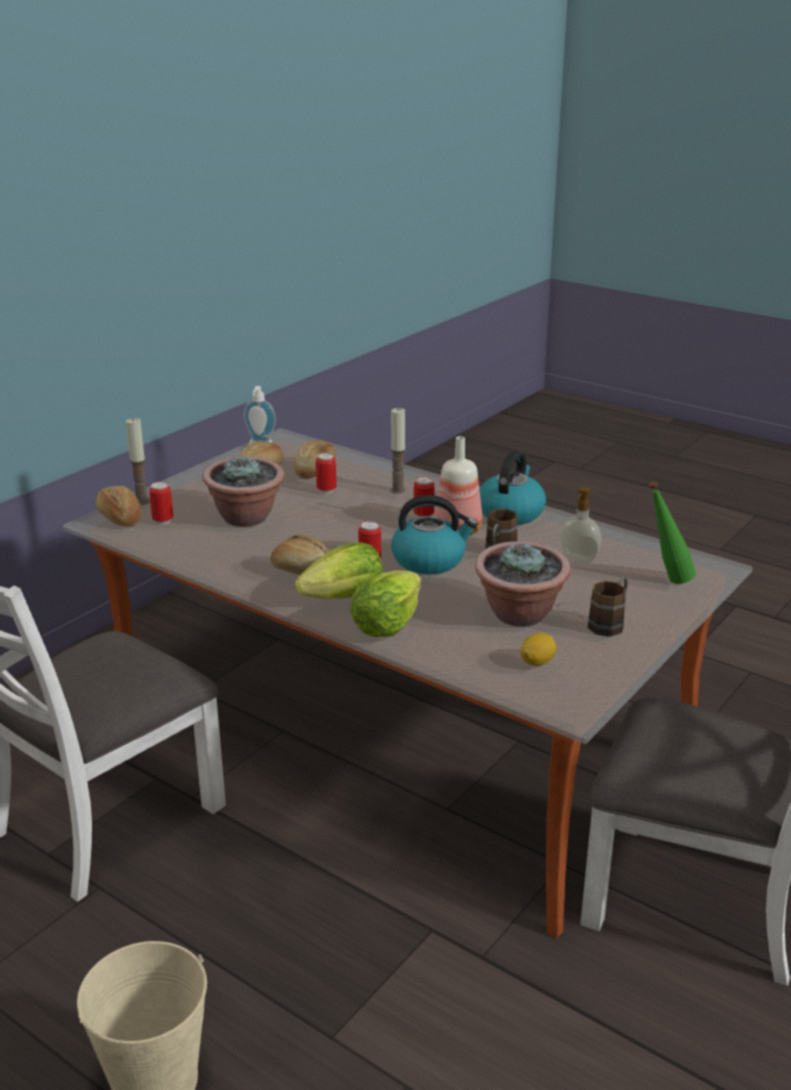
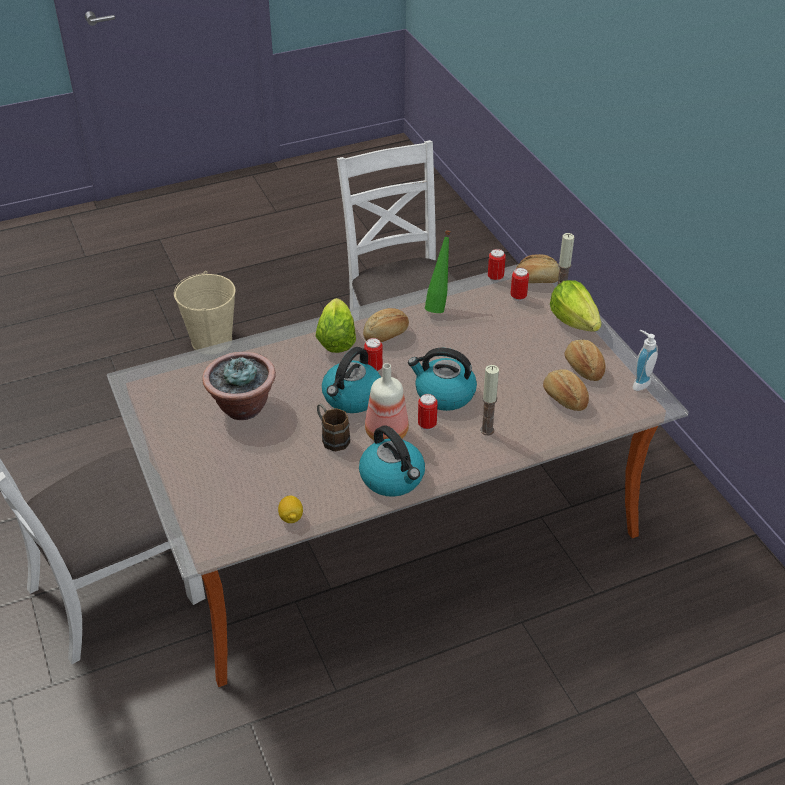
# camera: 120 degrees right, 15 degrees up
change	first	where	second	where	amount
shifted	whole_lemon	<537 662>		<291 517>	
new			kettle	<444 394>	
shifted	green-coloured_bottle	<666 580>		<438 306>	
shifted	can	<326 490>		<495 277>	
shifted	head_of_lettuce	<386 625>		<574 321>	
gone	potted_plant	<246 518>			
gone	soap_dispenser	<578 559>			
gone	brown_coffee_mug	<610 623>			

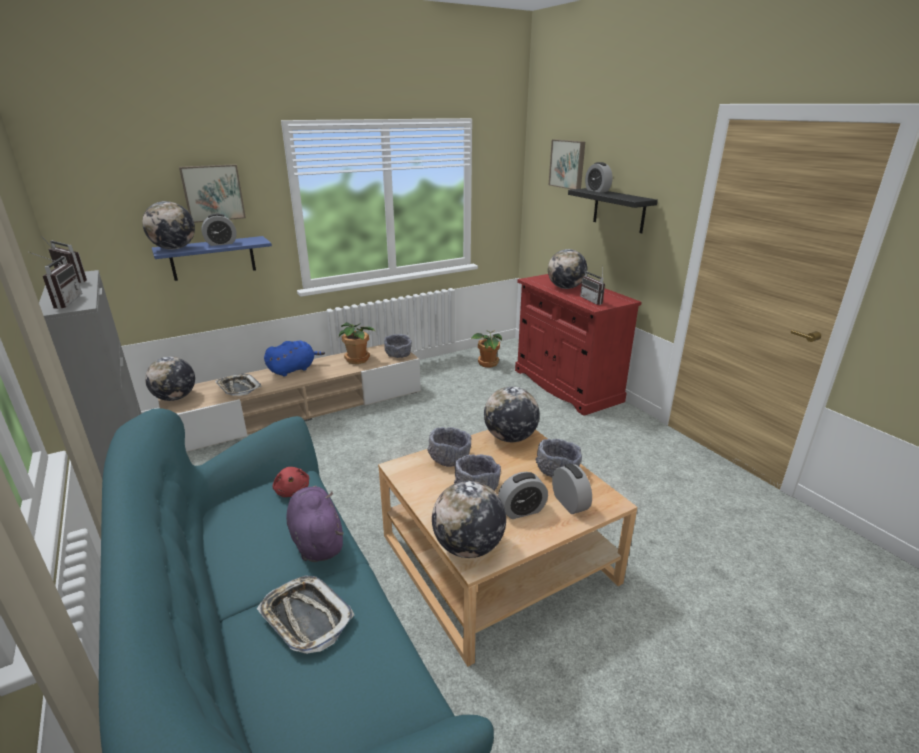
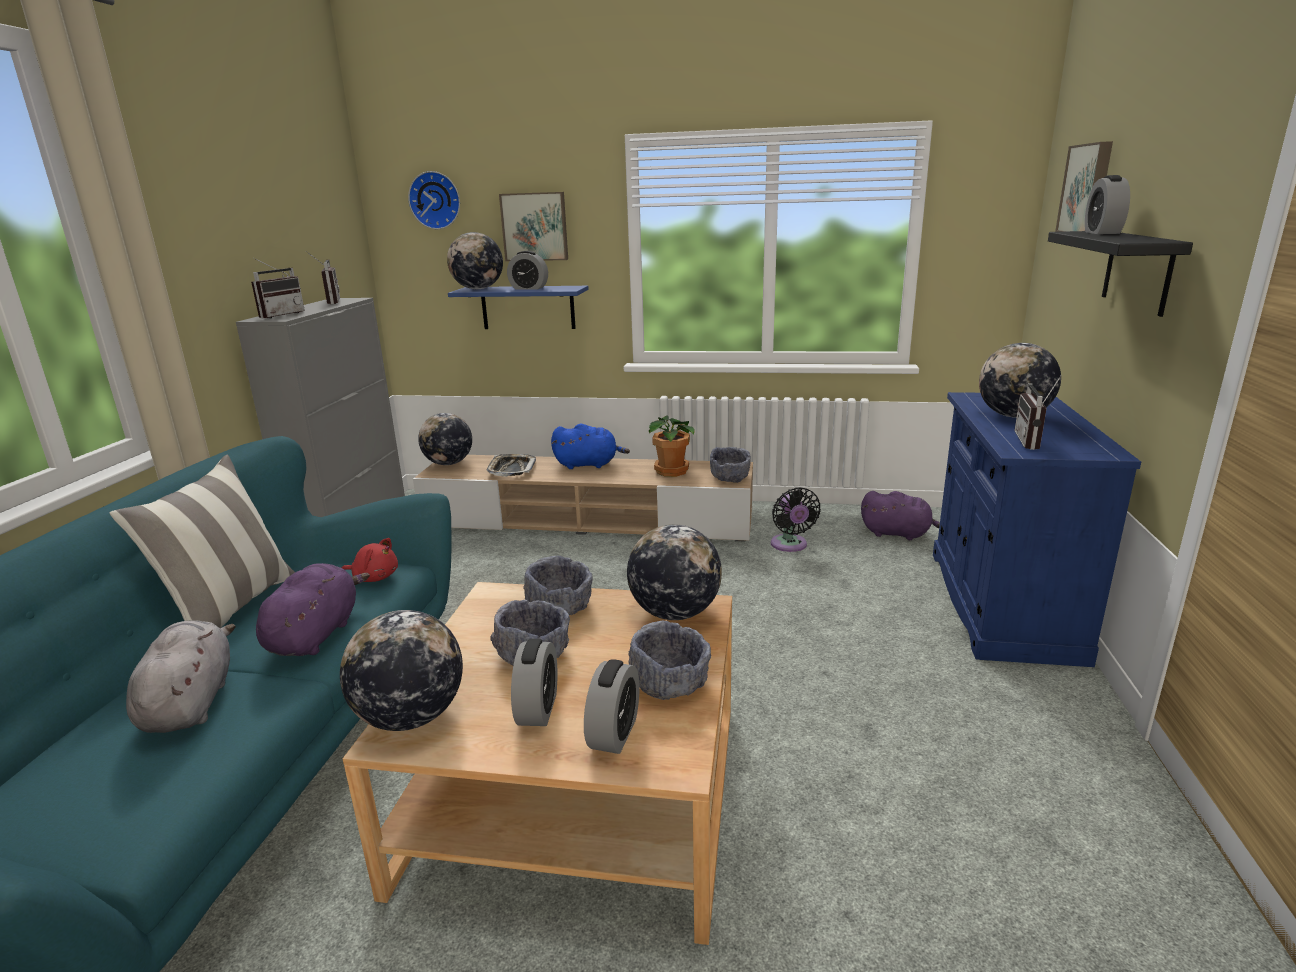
# camera: 40 degrees right, 5 degrees down
change	first	where	second	where	amount
new			cushion	<231 609>	
swapped	serving_tray	<305 618>	greyish_cuddly_toy	<191 703>	
rotated	reddish_cuddly_toy	<292 490>		<374 577>	90 degrees counterclockwise
new			hanging_clock	<436 200>	
rotated	bedside_clock	<521 510>		<538 709>	105 degrees counterclockwise
new			black_cooling_fan	<790 545>	
swapped	potted_plant	<488 364>	purplish_cuddly_toy	<898 534>	
repainted	reddish_cupboard	<566 385>	bluish_cupboard	<1001 603>	

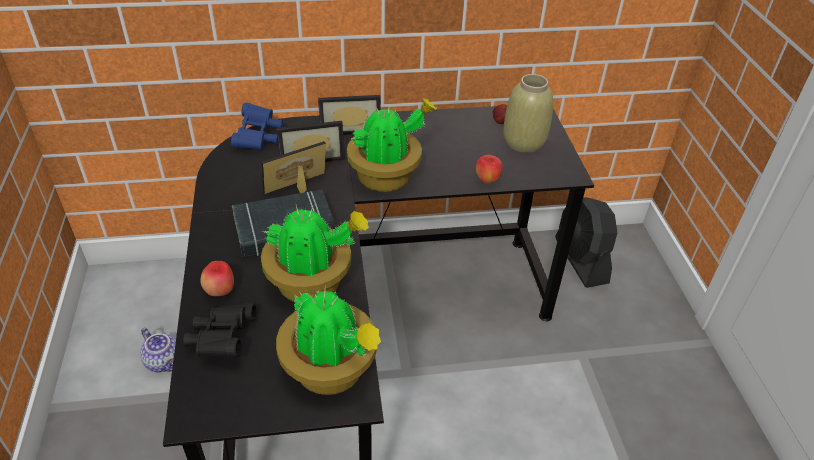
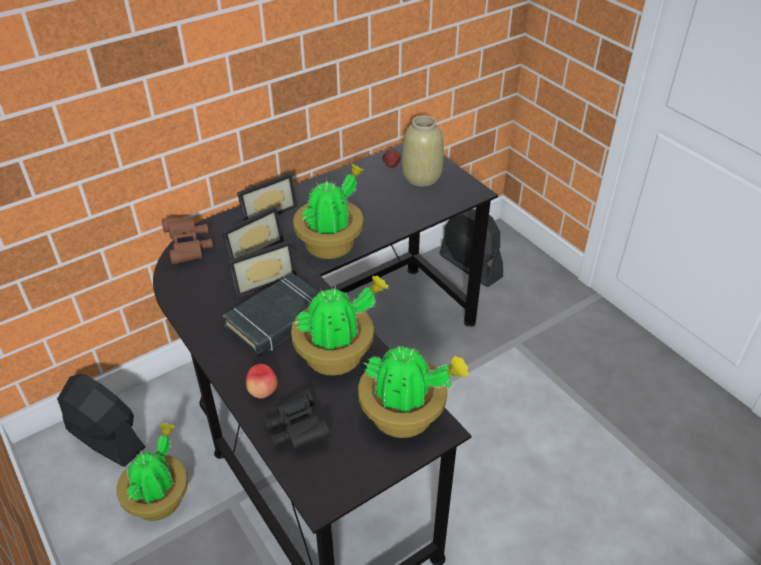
# camera: 25 degrees left, 0 degrees up
change	first	where	second	where	amount
new			black_cooling_fan	<105 438>	
swapped	teapot	<164 361>	potted_plant	<160 498>	
repainted	bluish_field_glasses	<258 137>	brown_field_glasses	<189 247>	
rotated	photo_frame	<299 188>		<263 280>	150 degrees counterclockwise
gone	whole_apple	<487 180>			

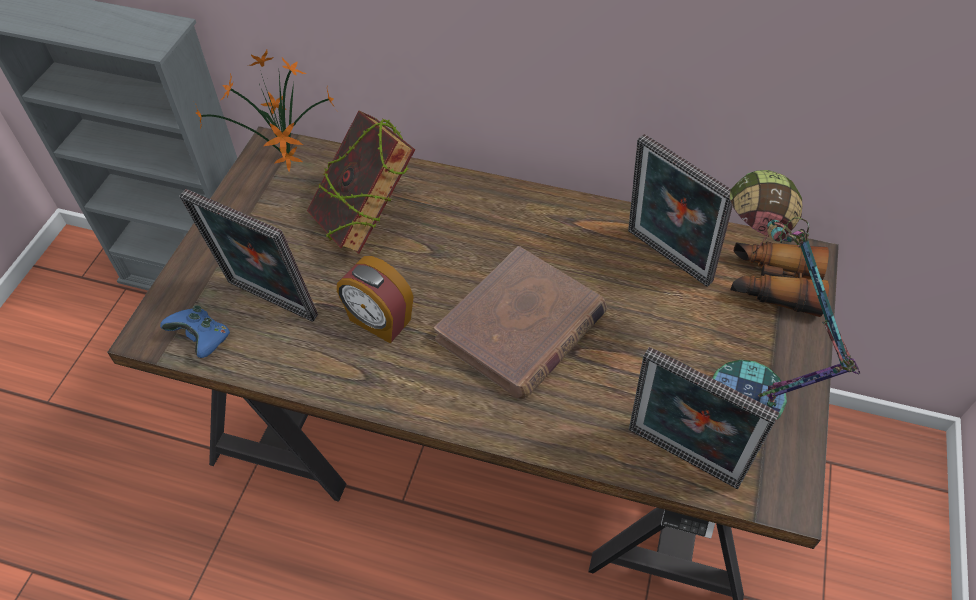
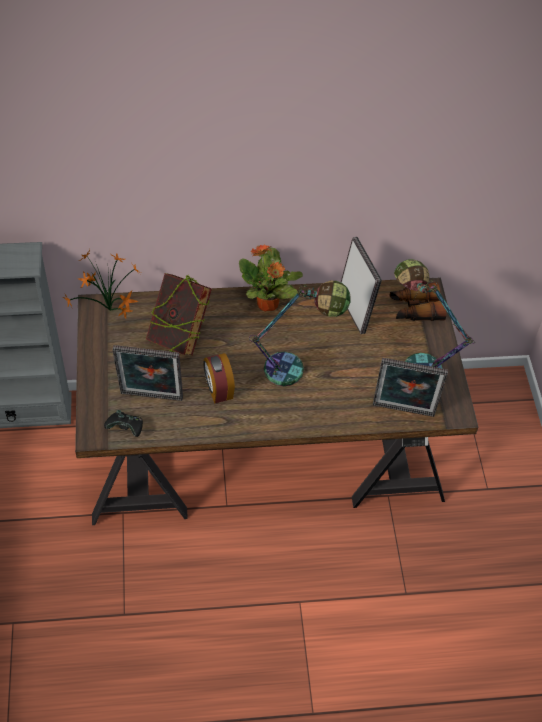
# camera: 25 degrees left, 0 degrees up
change	first	where	second	where	amount
repainted	bluish_gamepad	<202 340>	black_gamepad	<126 428>	
rotated	bedside_clock	<379 321>		<218 389>	60 degrees clockwise
new			potted_plant	<268 304>	
swapped	brown_book	<521 327>	tabletop_lamp	<296 370>	
rotated	photo_frame	<665 259>		<355 311>	135 degrees counterclockwise

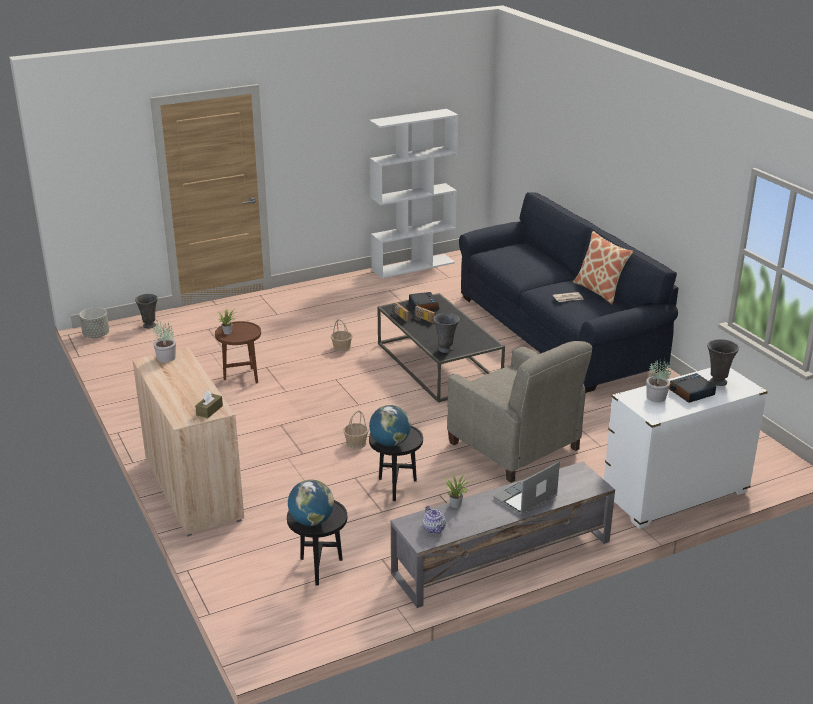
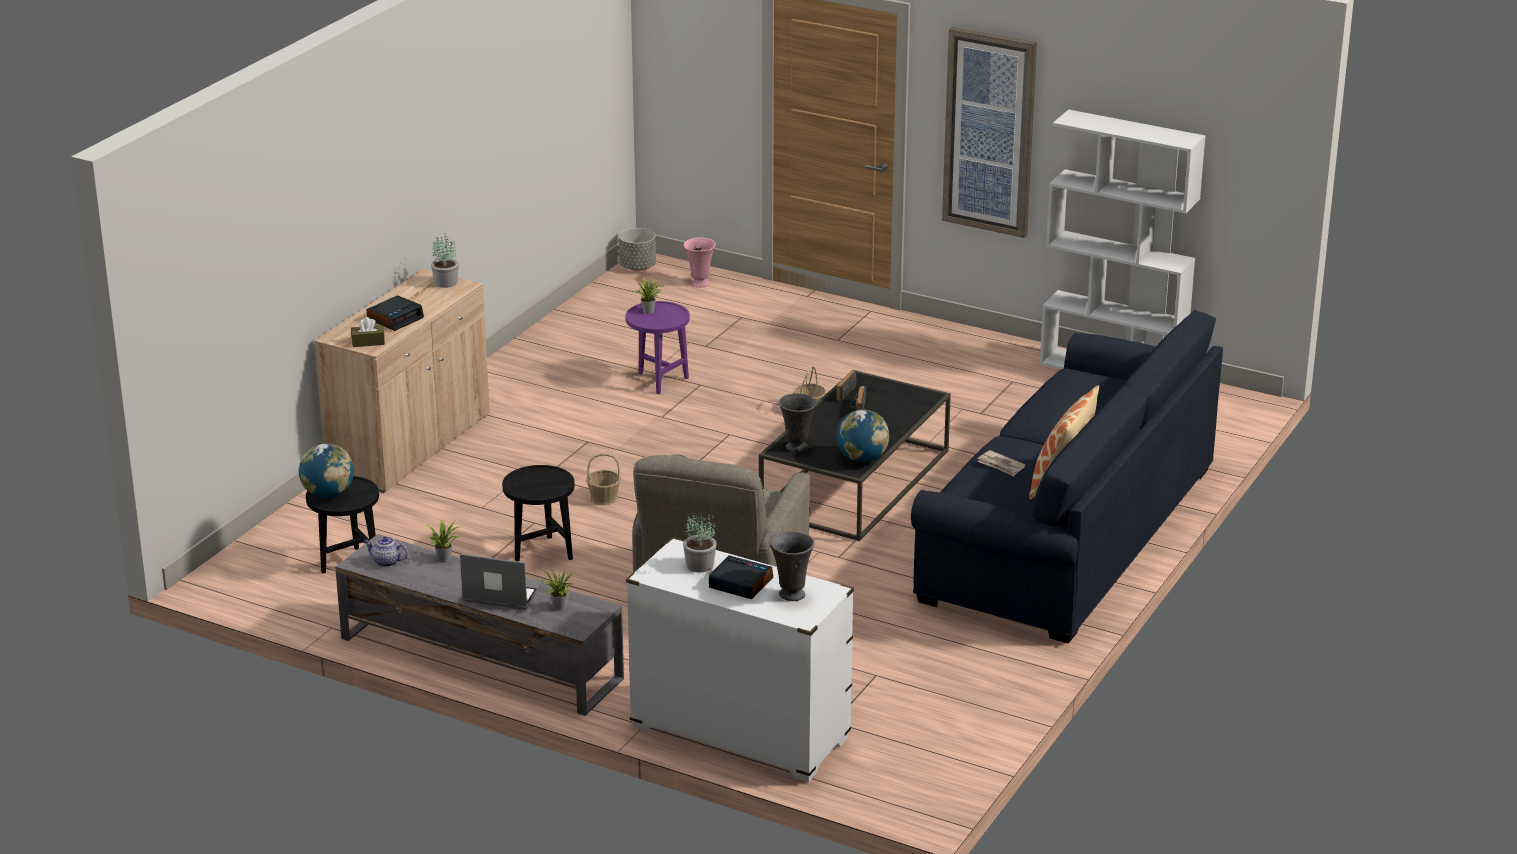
# camera: 55 degrees right, 0 degrees up
change	first	where	second	where	amount
rotated	teapot	<434 529>		<386 562>	75 degrees clockwise
shifted	bedside_clock	<423 306>		<395 318>	
new			potted_plant	<559 607>	
repainted	brown_accent_table	<241 377>	purplish_accent_table	<658 380>	
repainted	greyish_decorative_vase	<149 326>	pinkish_decorative_vase	<700 284>	
shifted	desk_globe	<390 443>		<862 459>	
new			wall_picture	<989 132>	

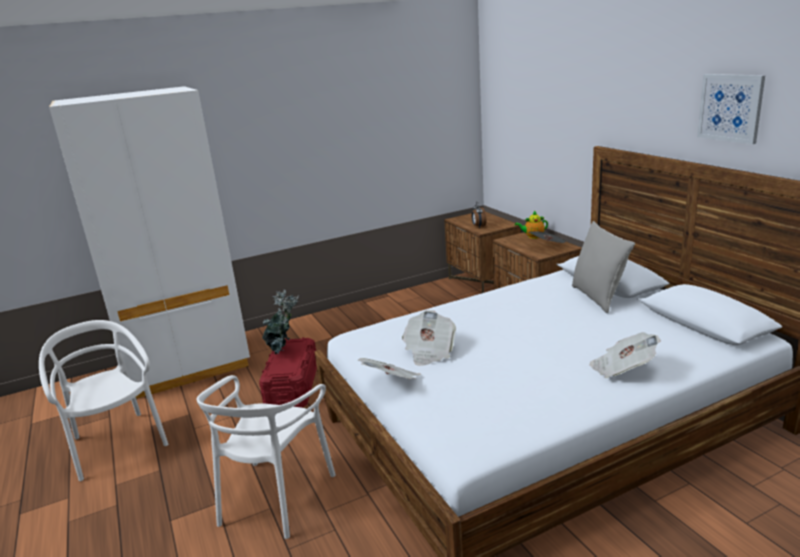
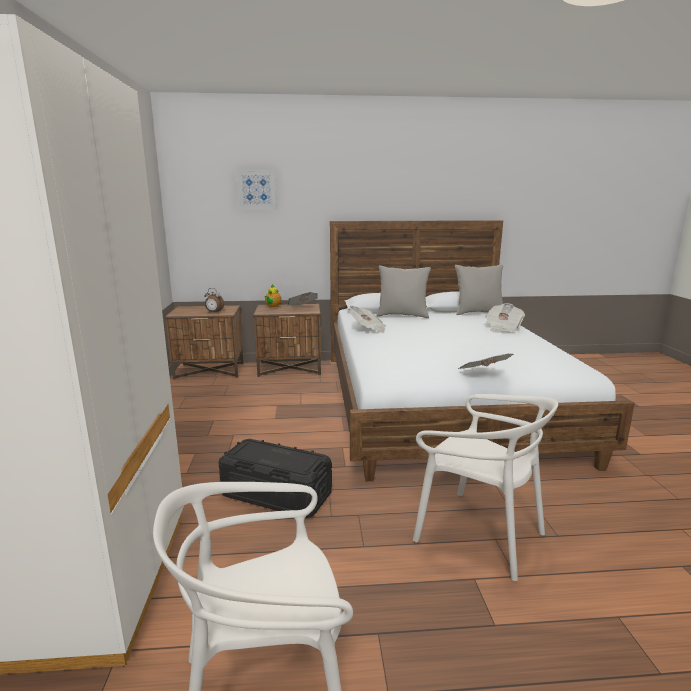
# camera: 70 degrees left, 5 degrees down
change	first	where	second	where	amount
repainted	reddish_storage_bin	<293 387>	black_storage_bin	<276 494>	
shifted	wall_picture	<730 107>		<256 189>	
shifted	daily_paper	<429 351>		<368 329>	
new			greyish_cushion	<478 313>	
gone	potted_plant	<283 352>			

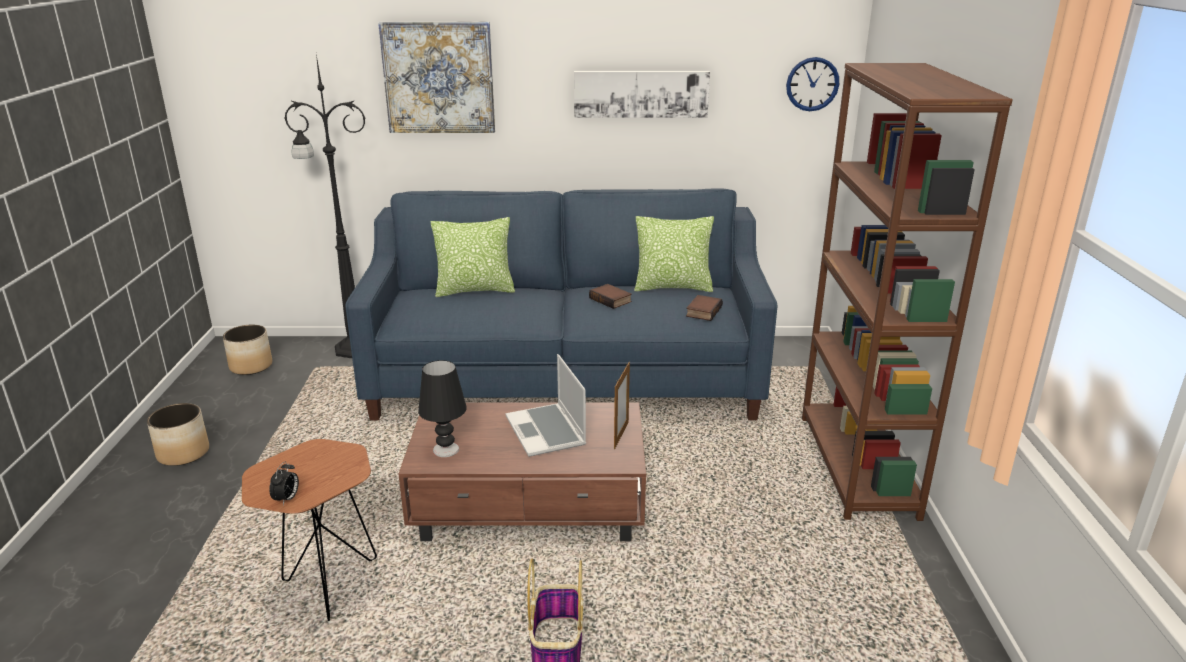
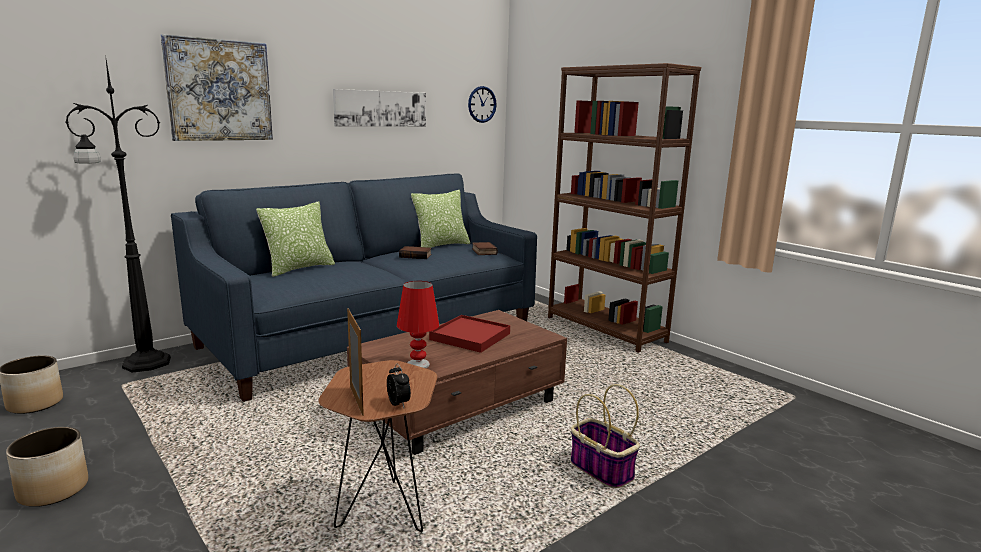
# camera: 40 degrees left, 10 degrees down
change	first	where	second	where	amount
shifted	photo_frame	<621 435>		<356 400>	
repainted	black_tabletop_lamp	<446 449>	reddish_tabletop_lamp	<418 364>	
swapped	portable_computer	<547 432>	reddish_serving_tray	<470 336>	

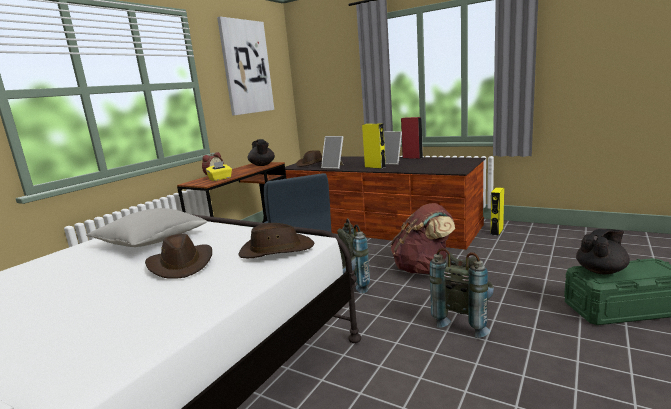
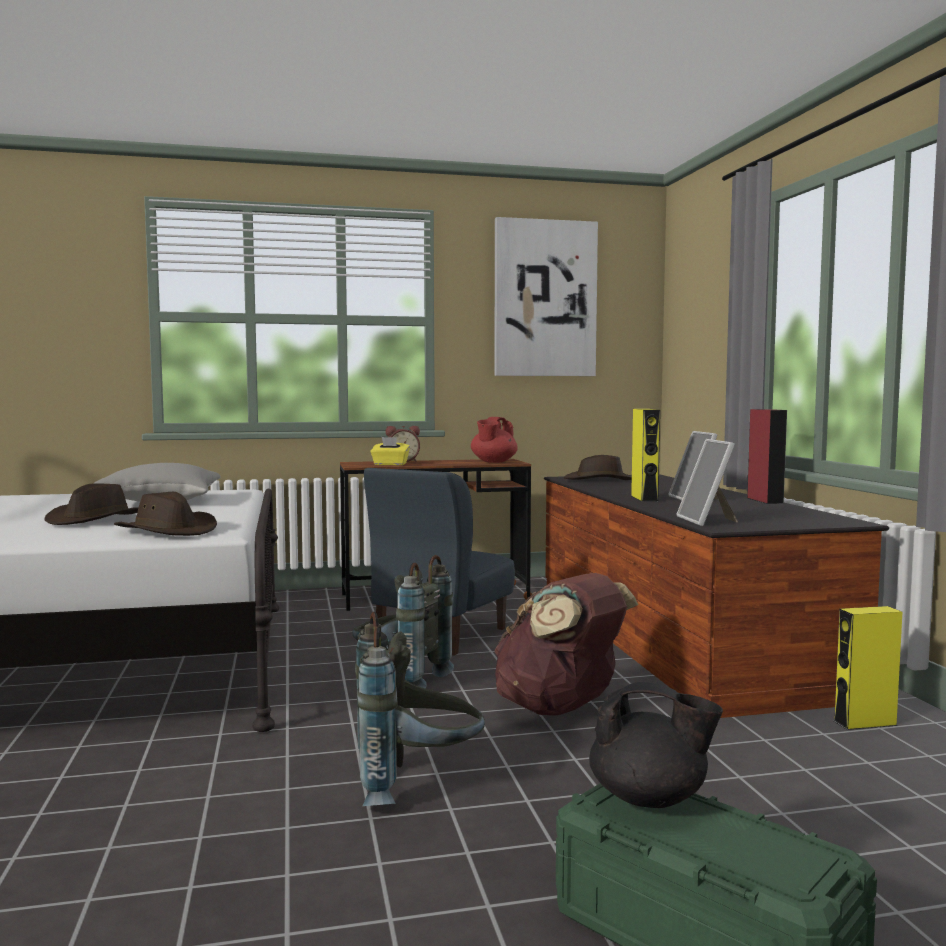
# camera: 45 degrees right, 10 degrees down
change	first	where	second	where	amount
repainted	black_teapot	<262 165>	reddish_teapot	<493 462>	
shifted	photo_frame	<334 167>		<707 521>	

